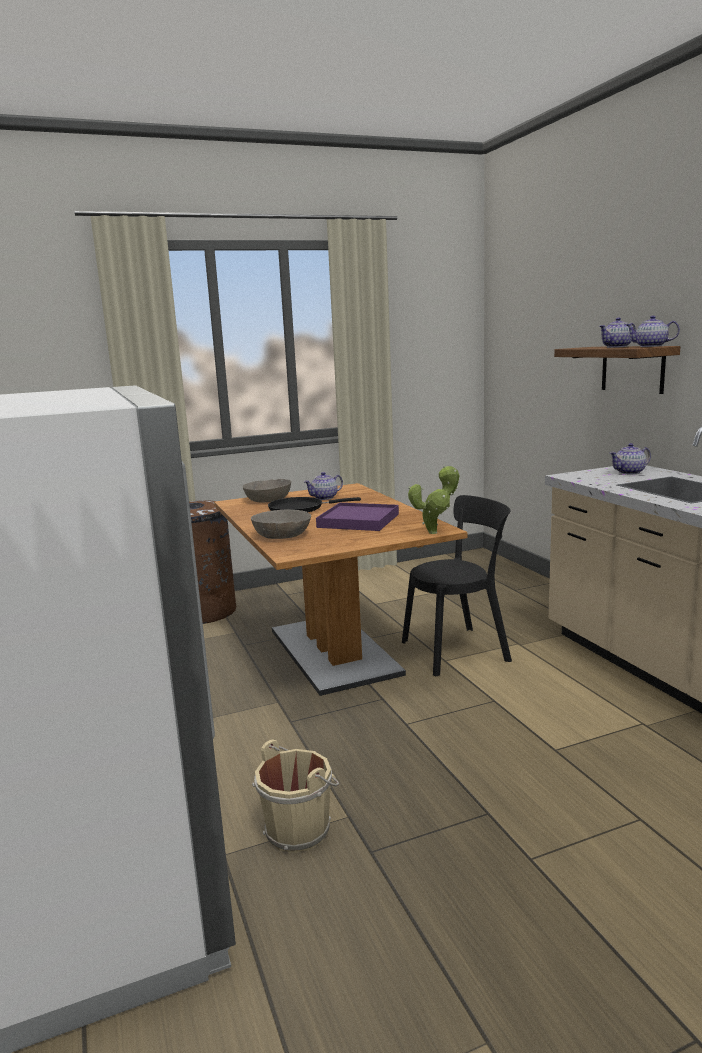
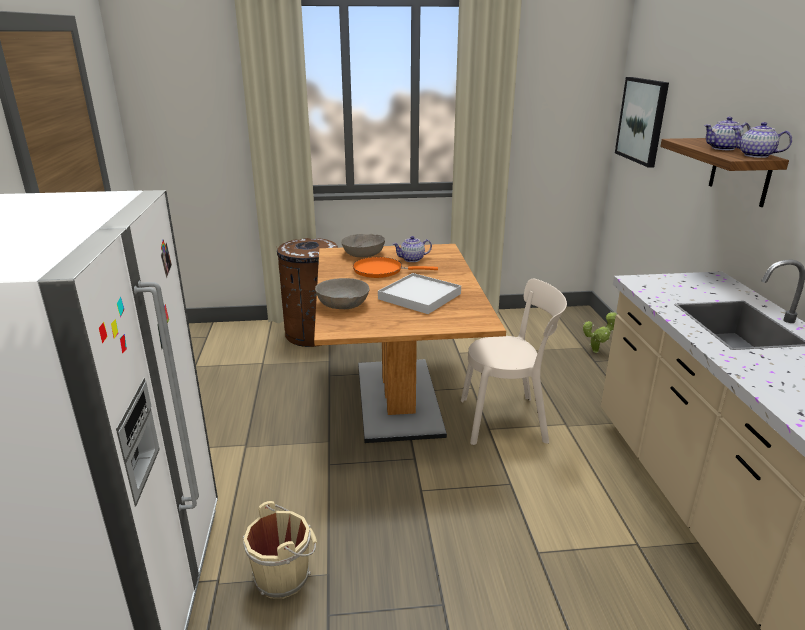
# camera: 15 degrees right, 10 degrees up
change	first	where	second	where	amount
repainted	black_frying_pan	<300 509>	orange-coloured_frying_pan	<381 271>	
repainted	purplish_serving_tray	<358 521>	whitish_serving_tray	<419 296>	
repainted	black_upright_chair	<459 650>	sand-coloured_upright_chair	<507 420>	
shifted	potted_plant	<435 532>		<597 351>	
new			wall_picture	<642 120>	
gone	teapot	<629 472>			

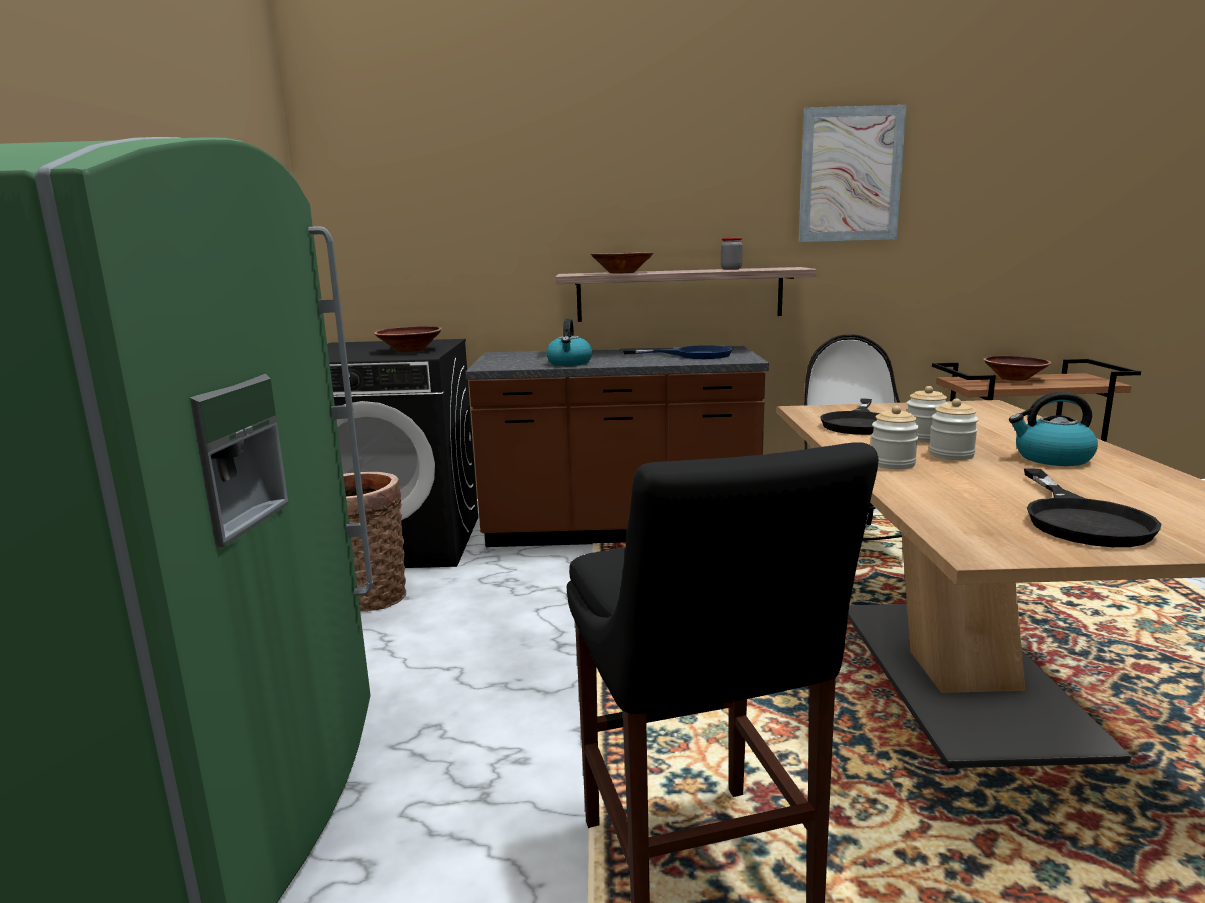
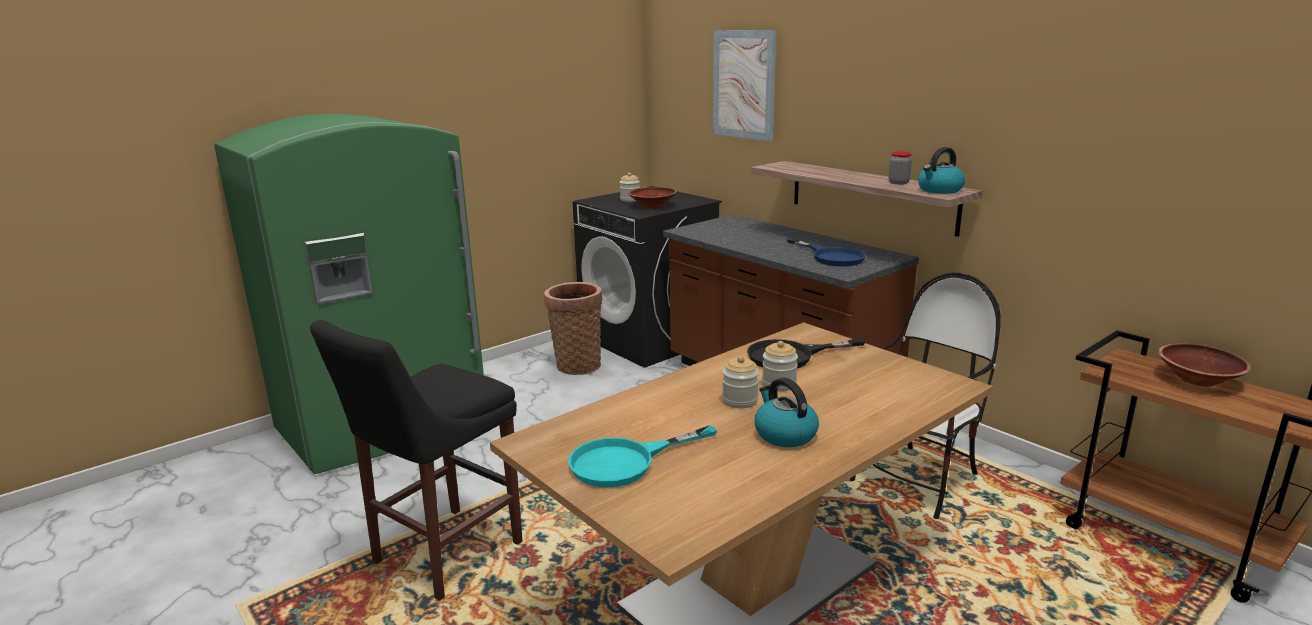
# camera: 50 degrees right, 5 degrees up
change	first	where	second	where	amount
repainted	black_frying_pan	<1080 519>	turquoise_frying_pan	<626 462>	
shifted	jar	<892 463>		<630 199>	
shifted	wall_picture	<850 175>		<743 84>	
shifted	kettle	<569 363>		<939 190>	
gone	brown_bowl	<621 273>			

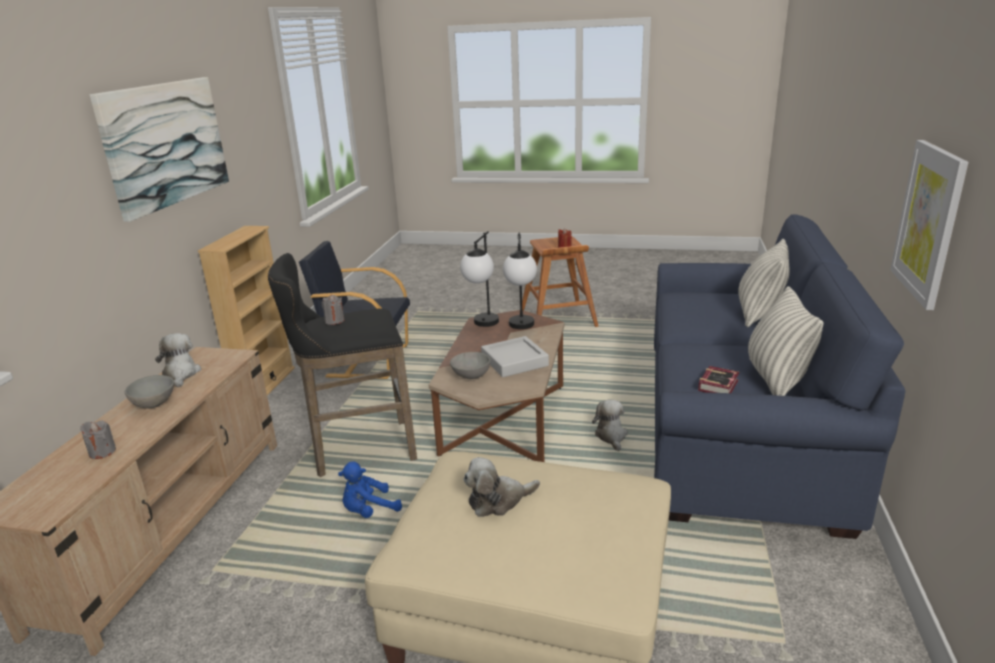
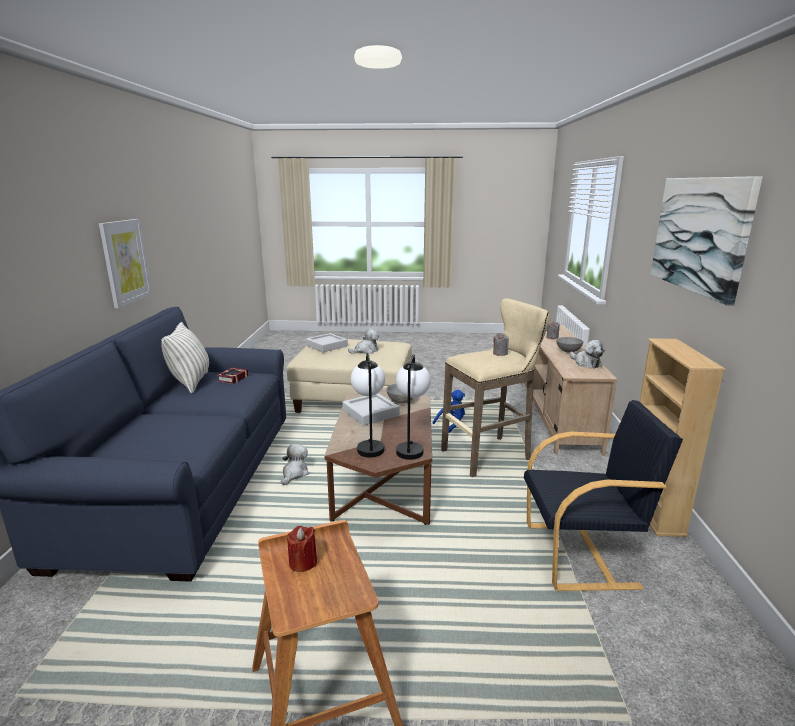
# camera: 170 degrees right, 5 degrees down
change	first	where	second	where	amount
rotated	cuddly_toy	<611 436>		<294 473>	150 degrees counterclockwise
new			greyish_serving_tray	<326 346>	
repainted	black_sitting_stool	<358 450>	sand-coloured_sitting_stool	<490 454>	
gone	cushion	<760 314>			

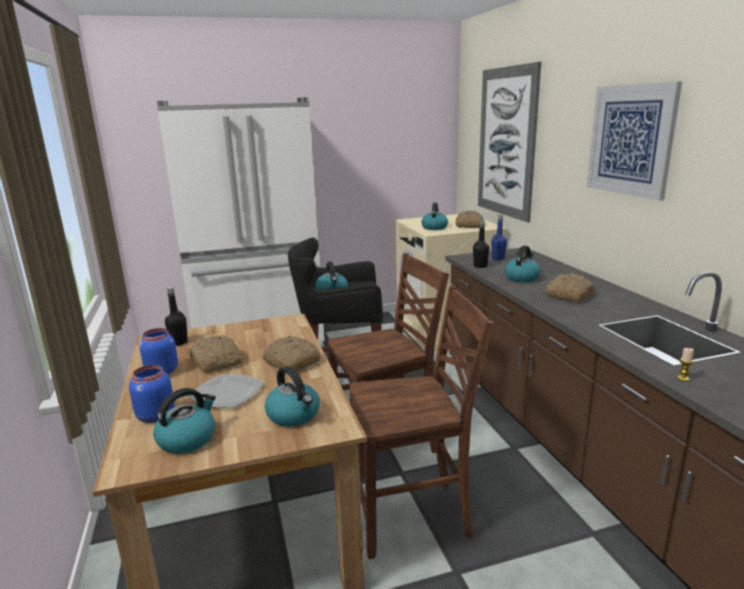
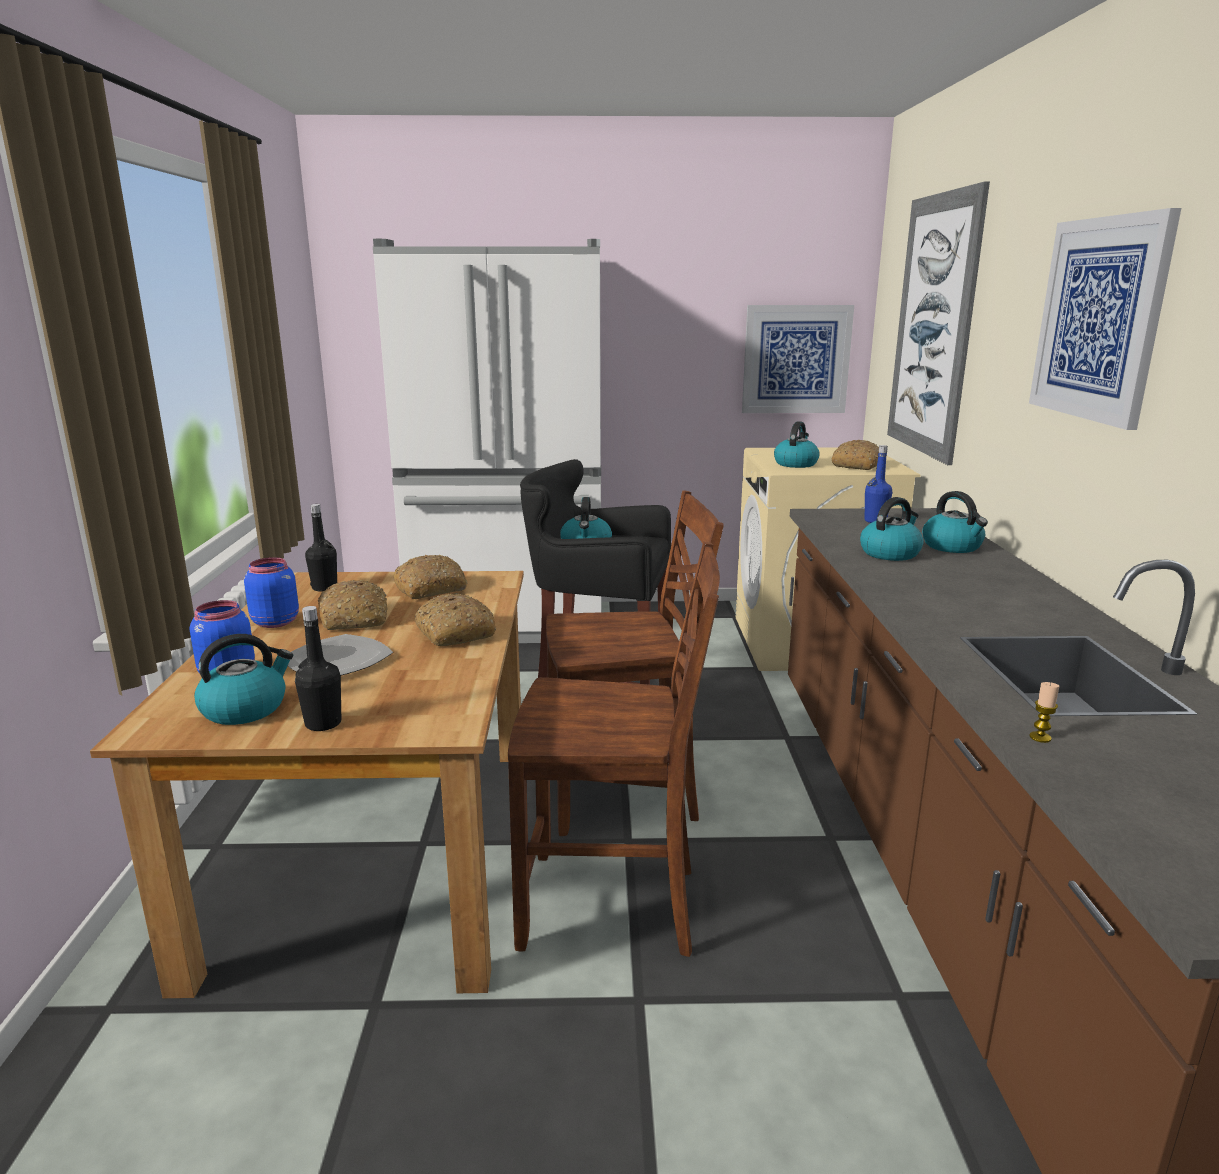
# camera: 15 degrees right, 0 degrees up
change	first	where	second	where	amount
shifted	black_bottle	<480 266>		<323 723>	
shifted	bread	<569 295>		<431 588>	
new			wall_picture	<796 359>	
shifted	kettle	<294 415>		<953 546>	

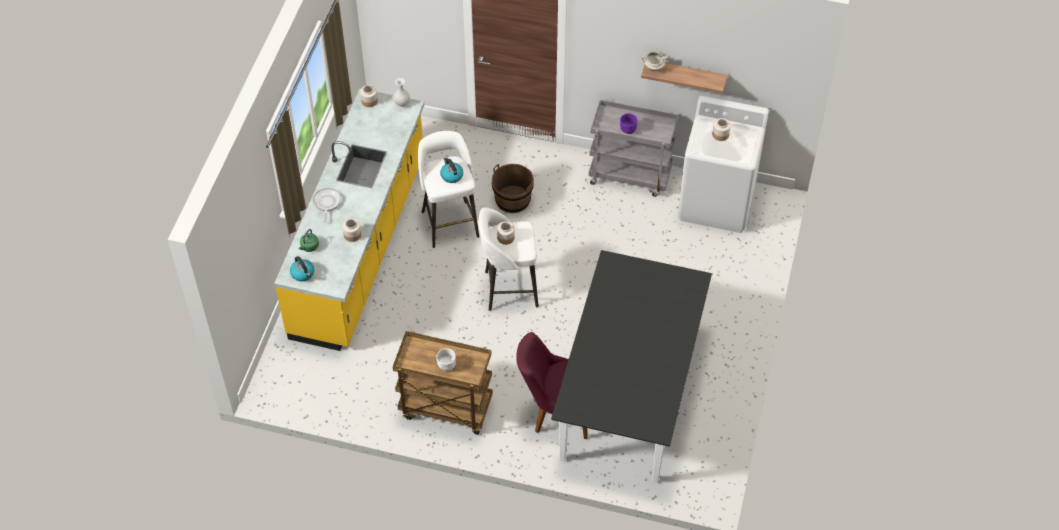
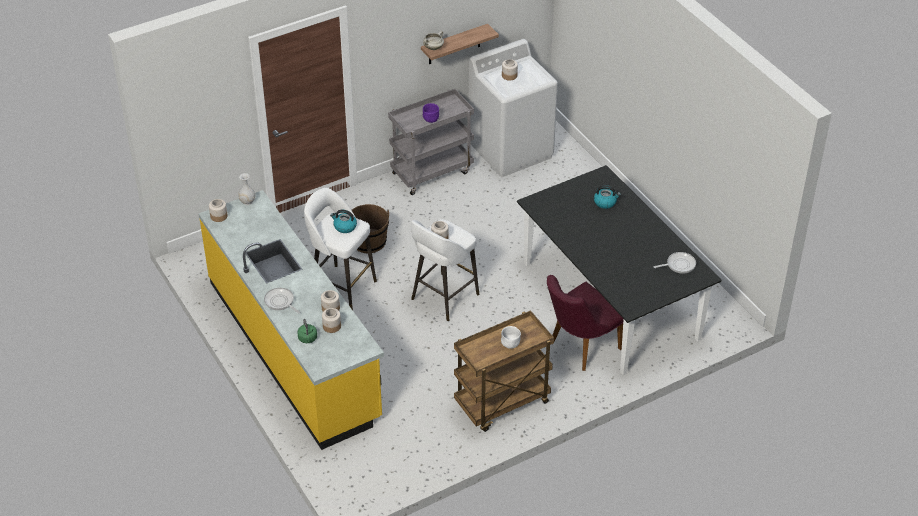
# camera: 45 degrees left, 10 degrees down
change	first	where	second	where	amount
new			jar	<332 326>	
shifted	kettle	<303 273>		<605 202>	
new			frying_pan	<679 265>	

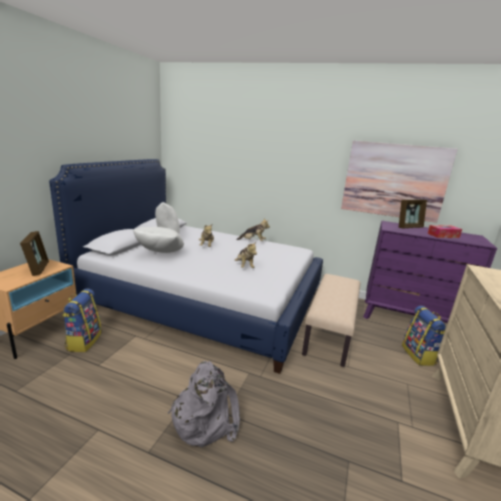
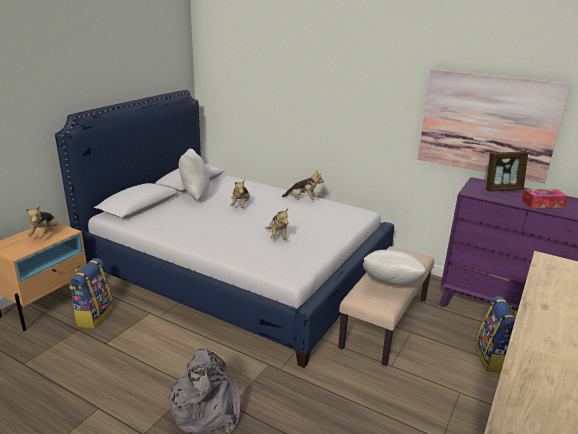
# camera: 10 degrees right, 5 degrees up
change	first	where	second	where	amount
swapped	photo_frame	<38 269>	cuddly_toy	<45 234>	
shifted	whitish_cushion	<160 254>		<390 285>	

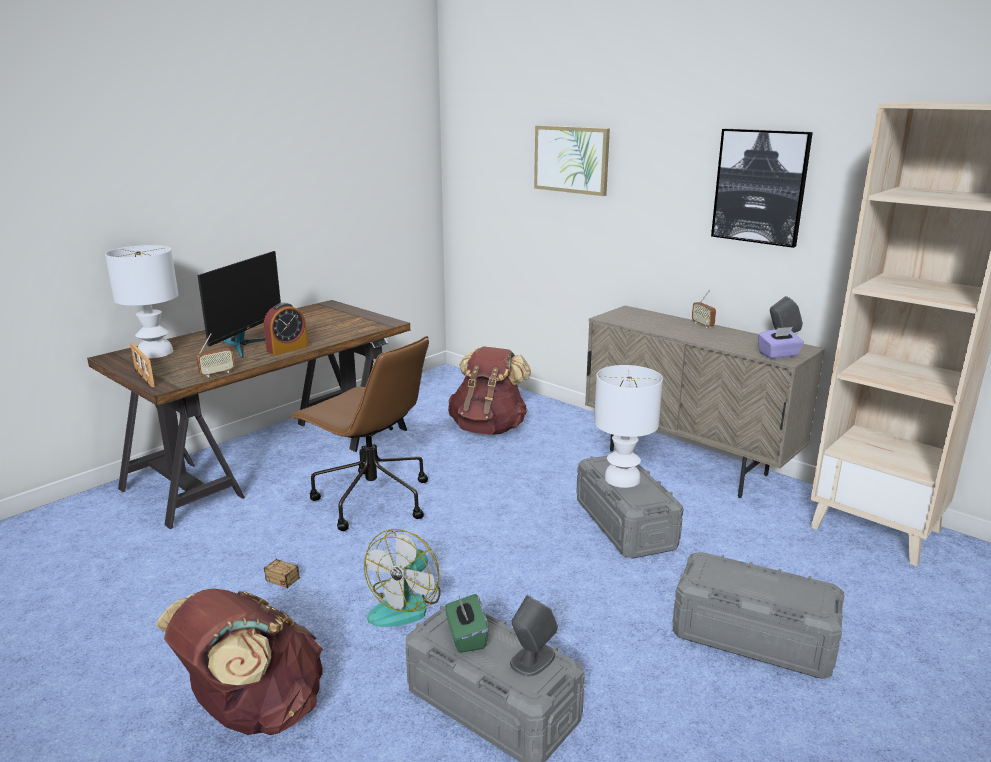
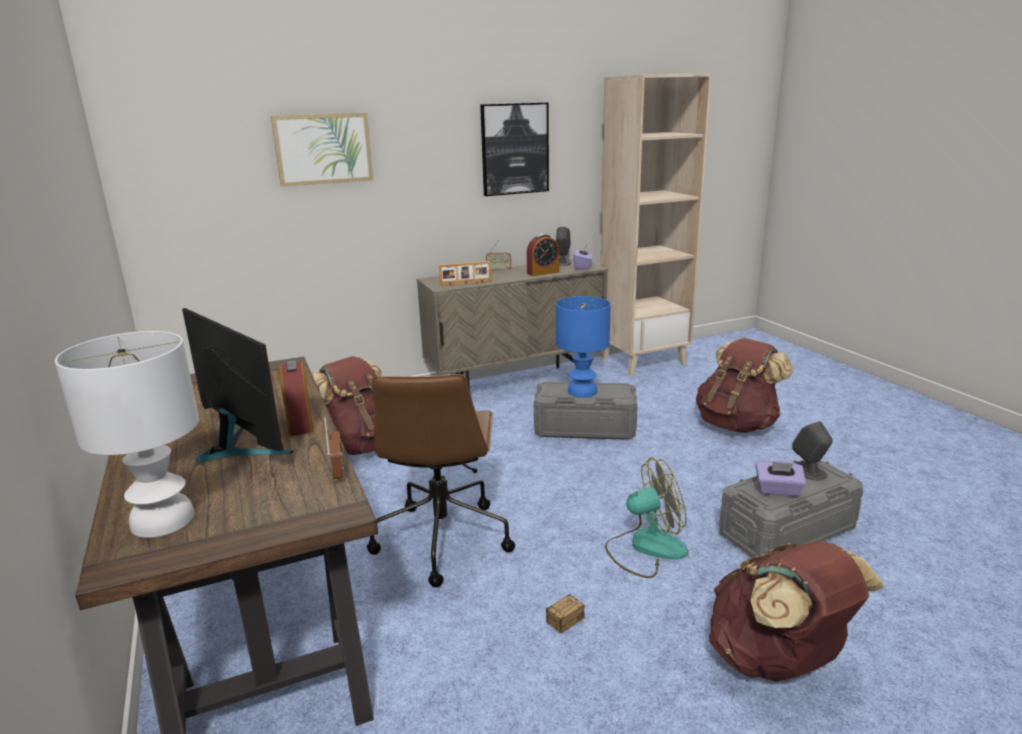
# camera: 65 degrees left, 0 degrees up
change	first	where	second	where	amount
rotated	brown_office_chair	<371 499>		<442 538>	120 degrees clockwise
shifted	photo_frame	<143 377>		<466 283>	
new			bedside_clock	<543 272>	
repainted	whitish_tabletop_lamp	<622 478>	bluish_tabletop_lamp	<581 391>	
rotated	cooling_fan	<406 604>		<645 548>	60 degrees counterclockwise
swapped	greyish_storage_bin	<753 637>	brown_knapsack	<737 425>	
repainted	green-coloured_box_of_tissues	<466 637>	purplish_box_of_tissues	<778 490>	

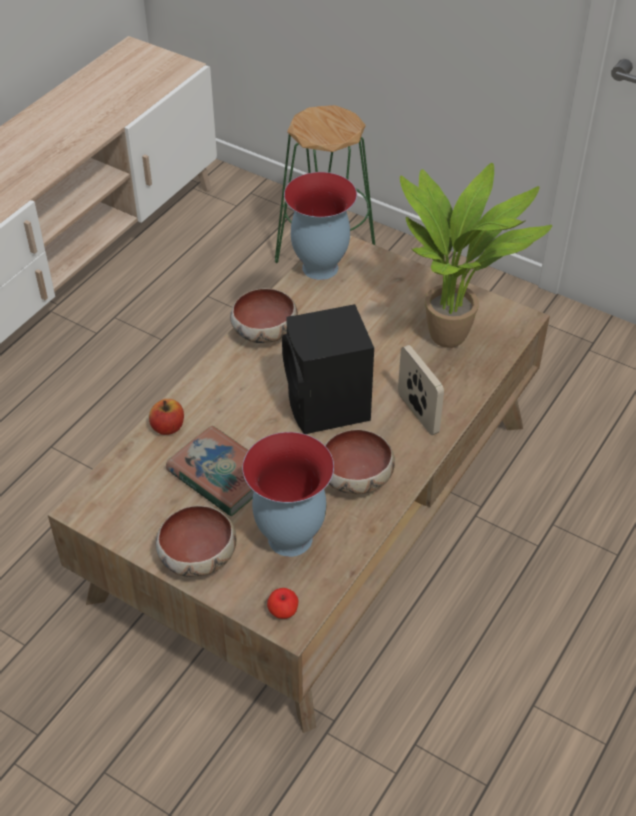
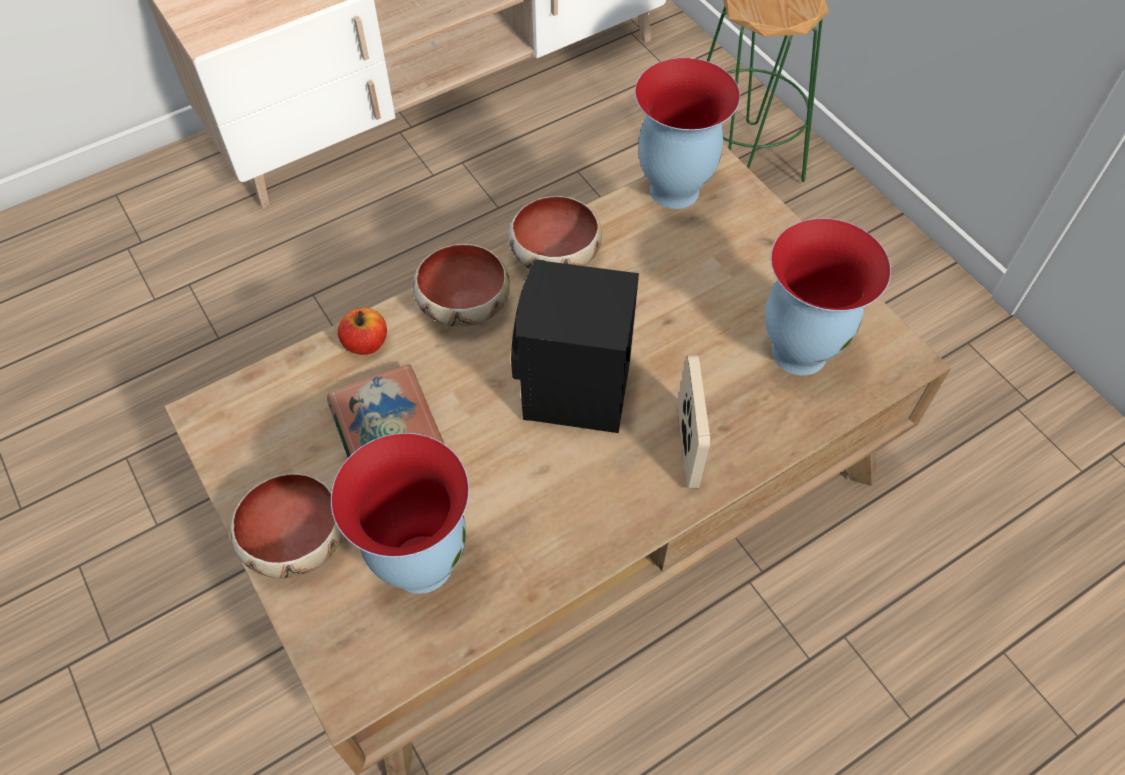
# camera: 25 degrees right, 10 degrees up
change	first	where	second	where	amount
shifted	bowl	<355 478>		<462 305>	
swapped	potted_plant	<454 336>	decorative_vase	<798 350>	
gone	whole_apple	<283 612>			

